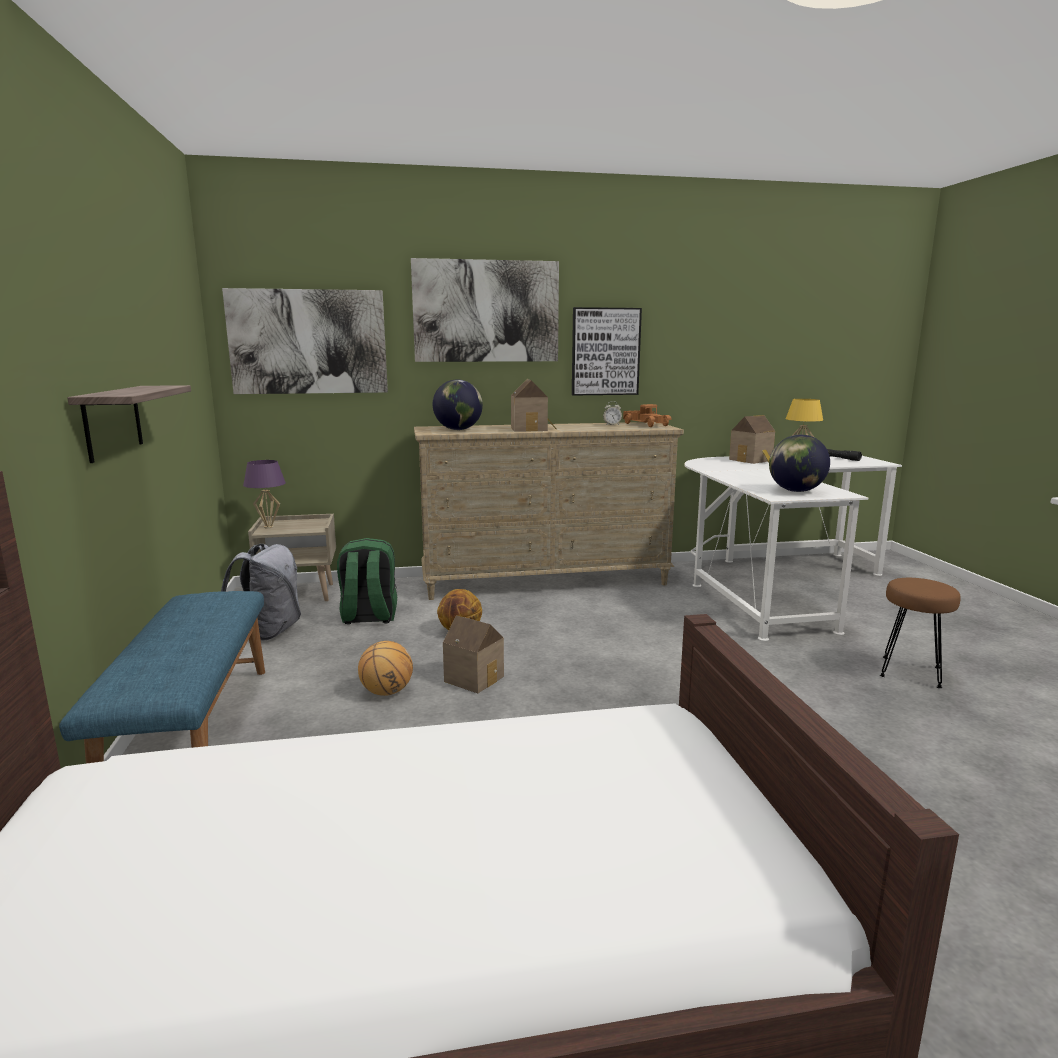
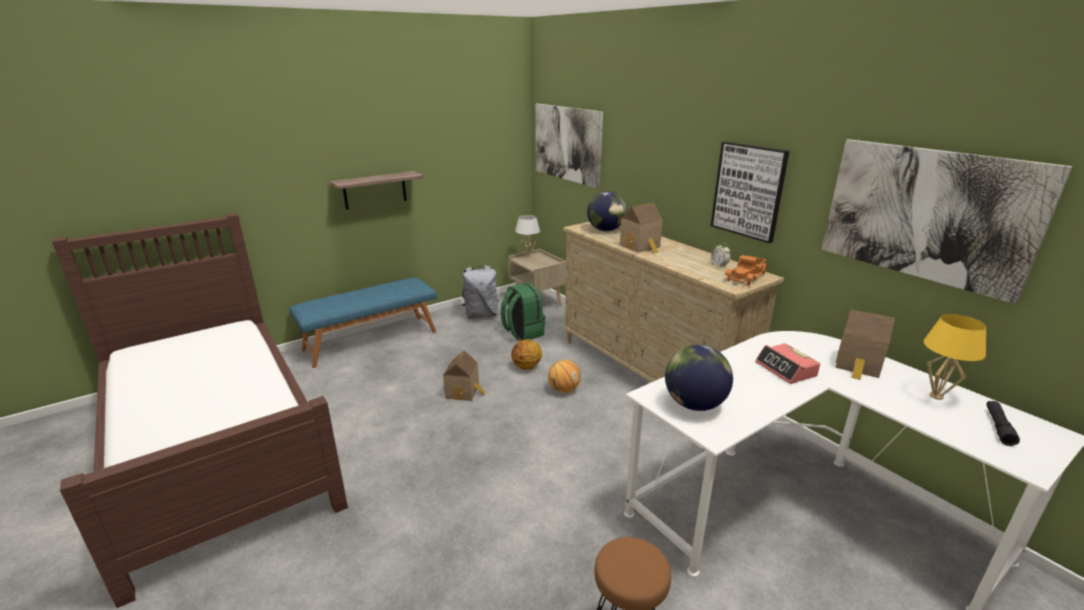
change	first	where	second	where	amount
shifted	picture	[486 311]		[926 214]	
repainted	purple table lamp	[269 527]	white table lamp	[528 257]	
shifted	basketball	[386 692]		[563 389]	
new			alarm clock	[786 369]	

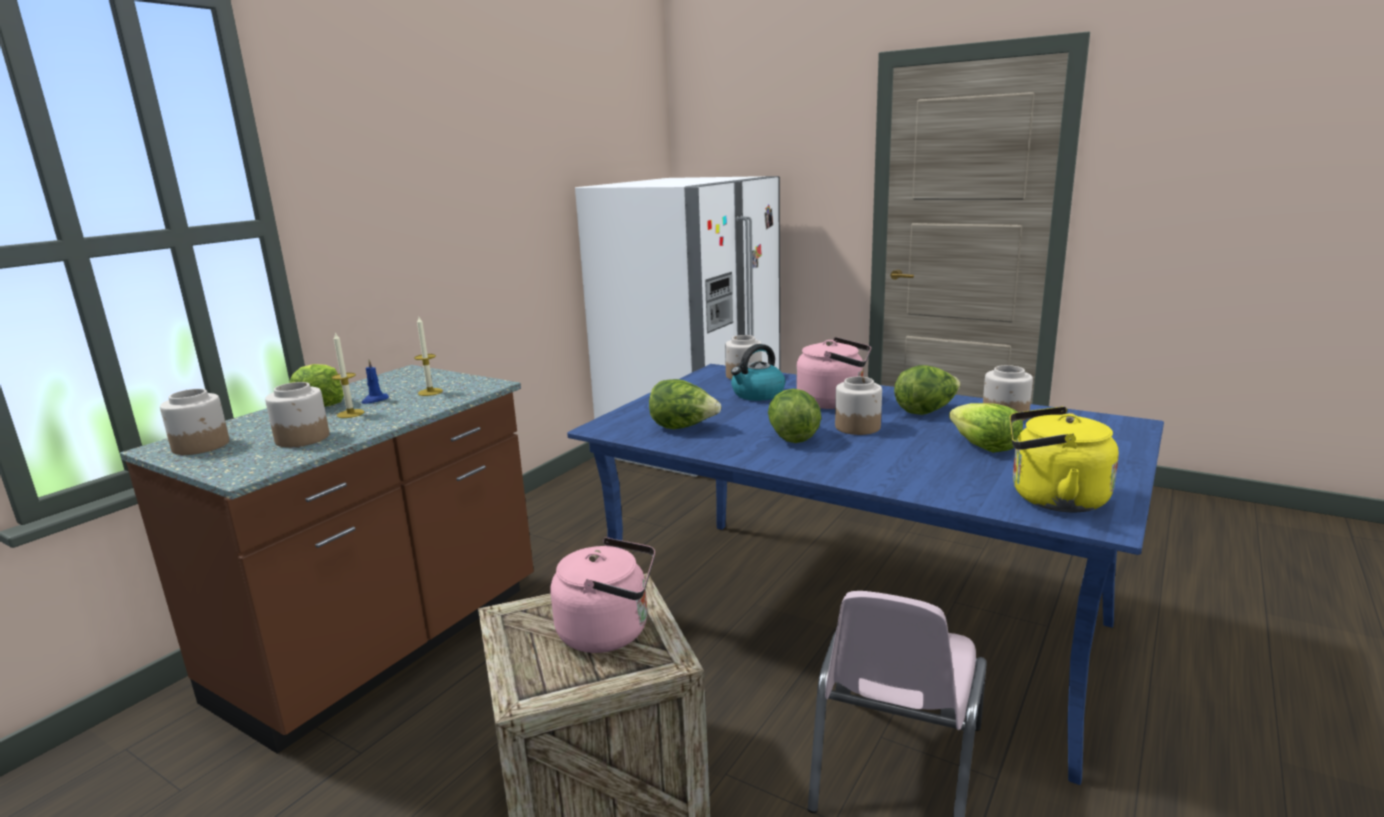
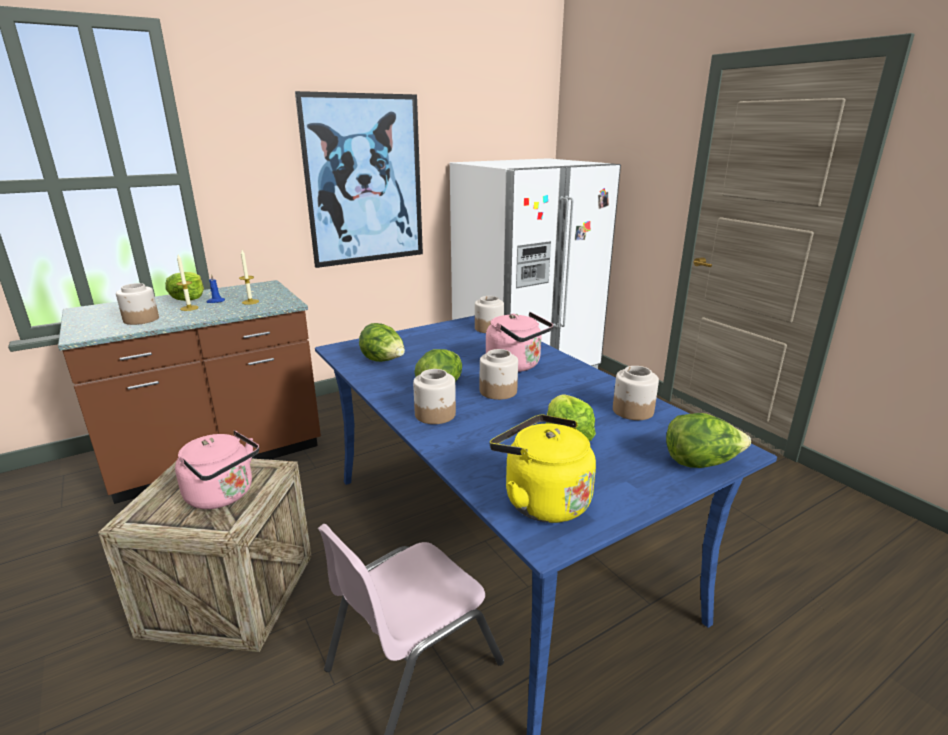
change	first	where	second	where	amount
gone	kettle	[757 394]			
shifted	lettuce	[926 411]		[701 463]	
shifted	jar	[201 446]		[435 414]	
new			picture	[364 181]	

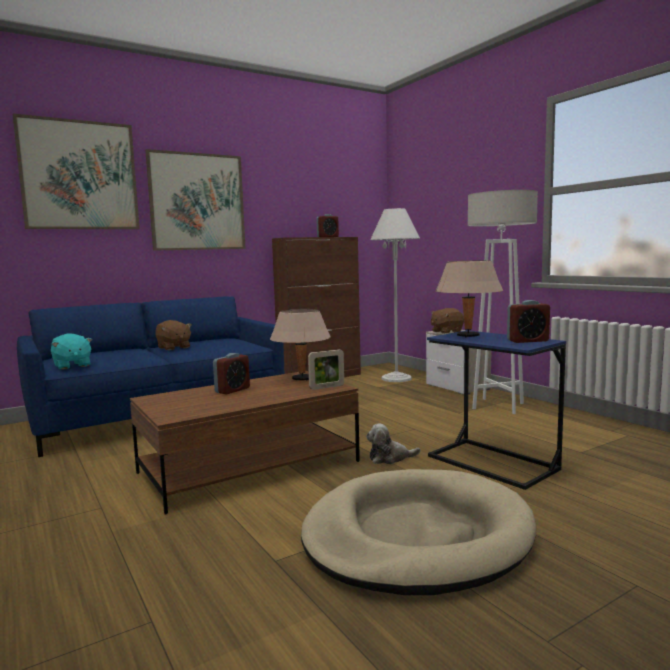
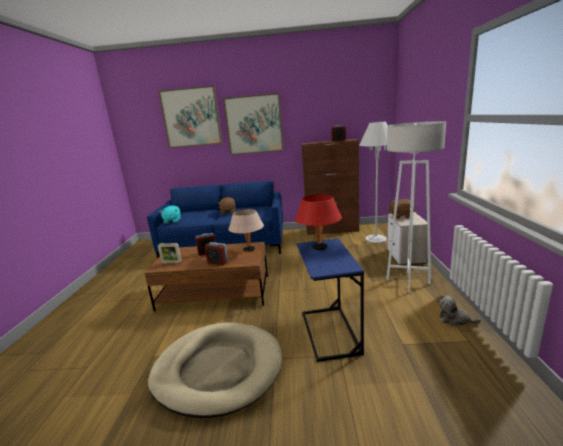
change	first	where	second	where	amount
repainted	beige table lamp	[468 336]	red table lamp	[320 247]	
shifted	alarm clock	[527 341]		[217 262]	
shifted	picture frame	[327 387]		[171 262]	
shifted	plush toy	[390 458]		[455 320]	

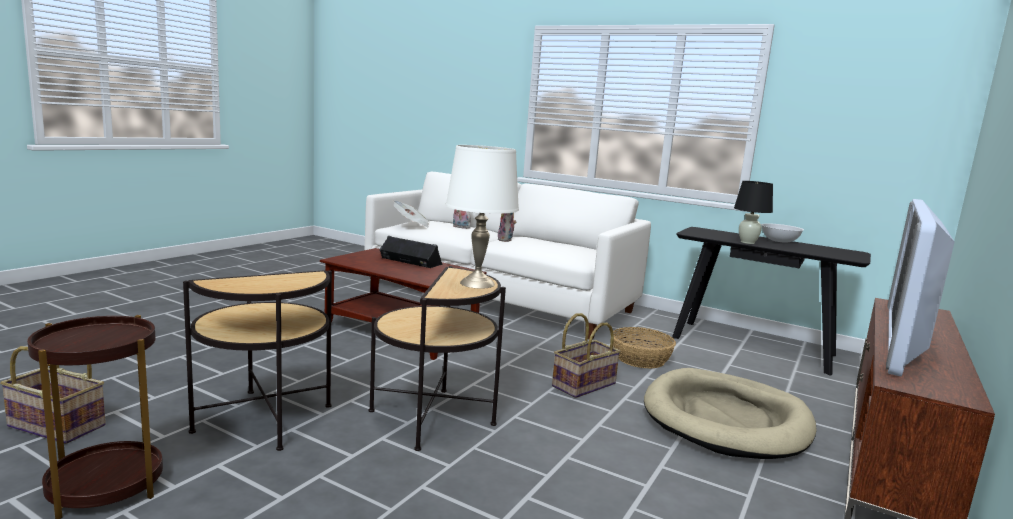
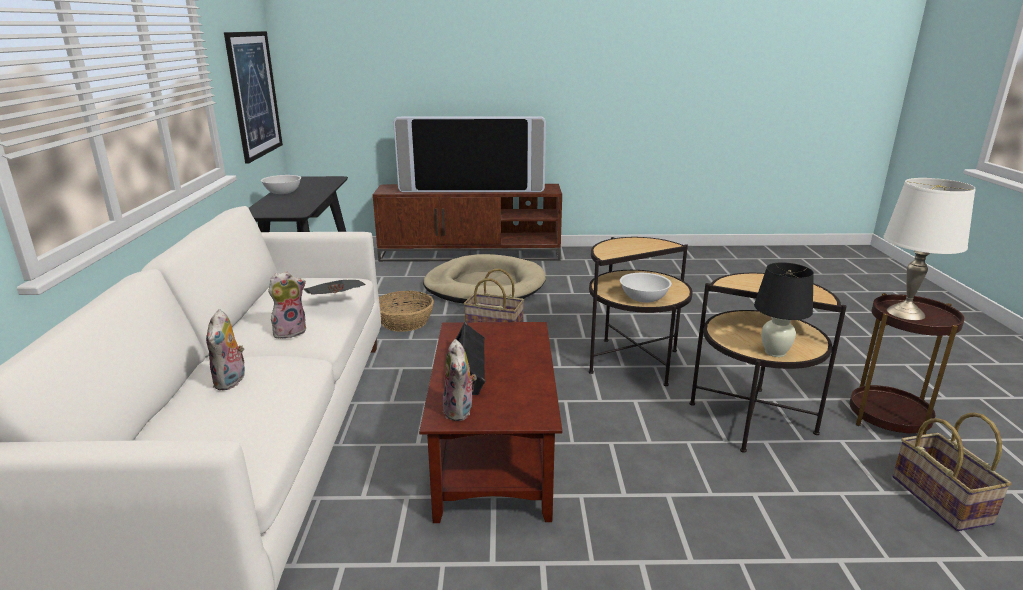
change	first	where	second	where	amount
shifted	white table lamp	[477 283]		[905 312]	
shifted	black table lamp	[747 242]		[774 352]	
shifted	newspaper	[411 224]		[336 303]	
new			picture	[254 94]	
new			white bowl	[643 298]	
new			plush toy	[460 411]	

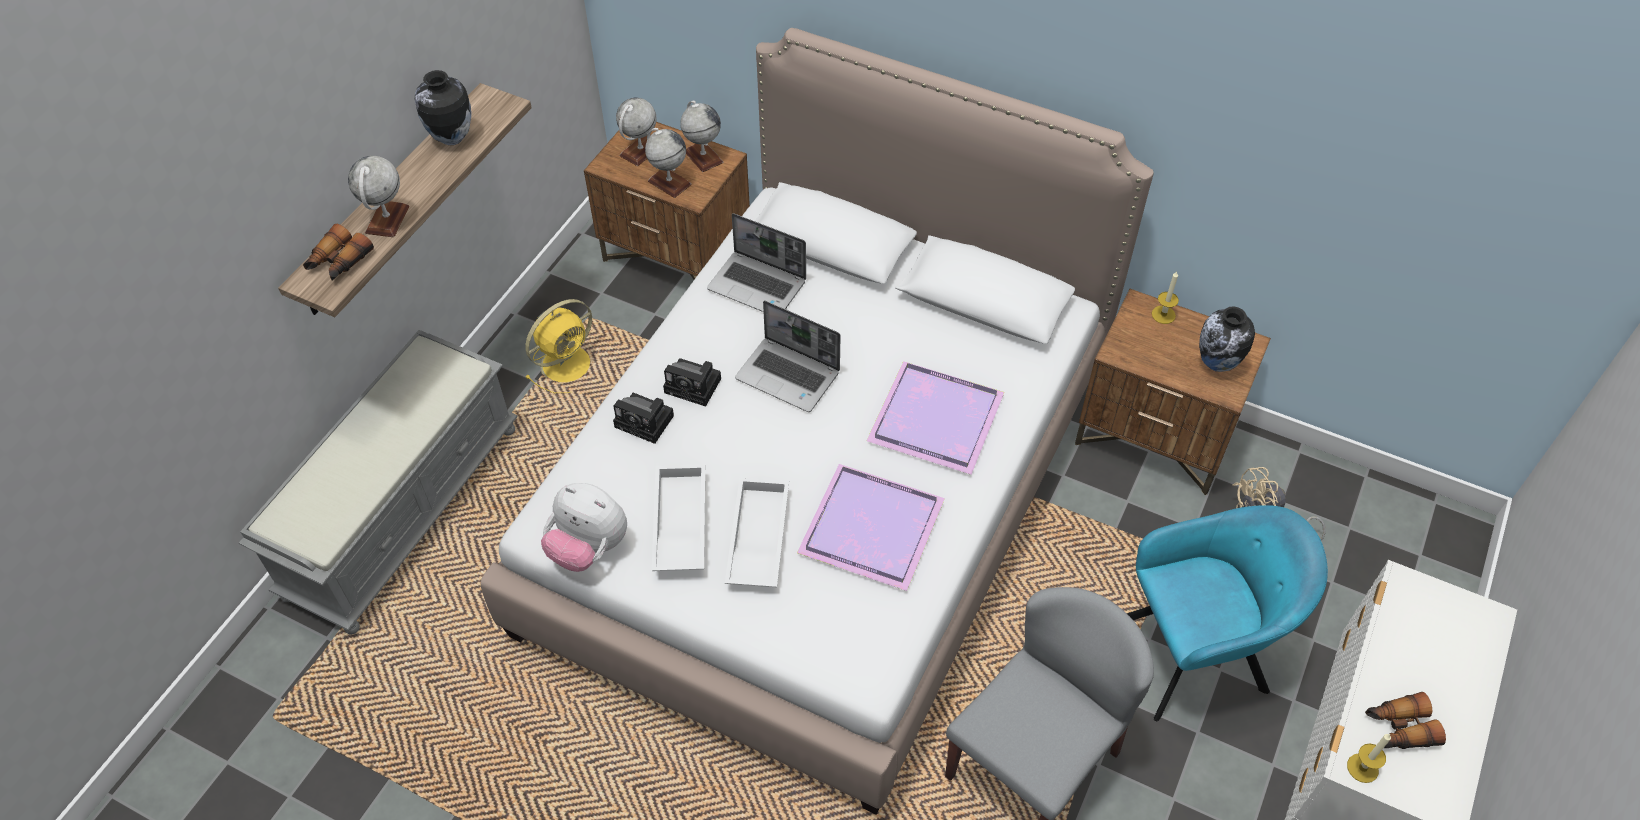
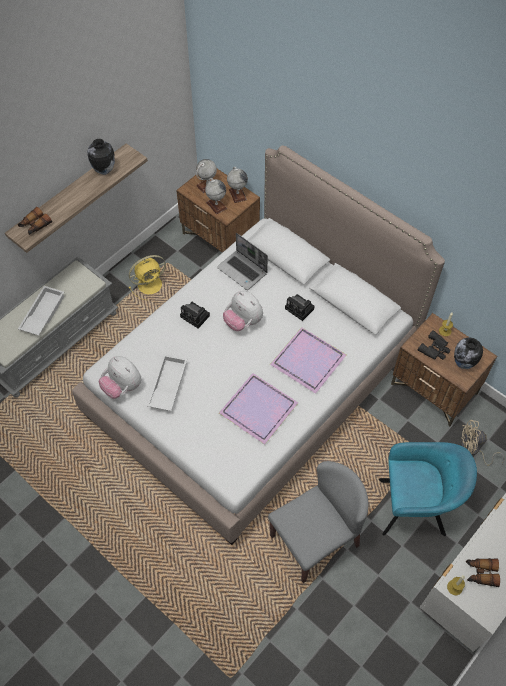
change	first	where	second	where	amount
gone	globe	[387 220]			
swapped	laptop	[789 376]	plush toy	[243 322]	
shifted	photo camera	[646 422]		[300 309]	
shifted	white tray	[756 538]		[42 313]	
new			black binoculars	[435 349]	

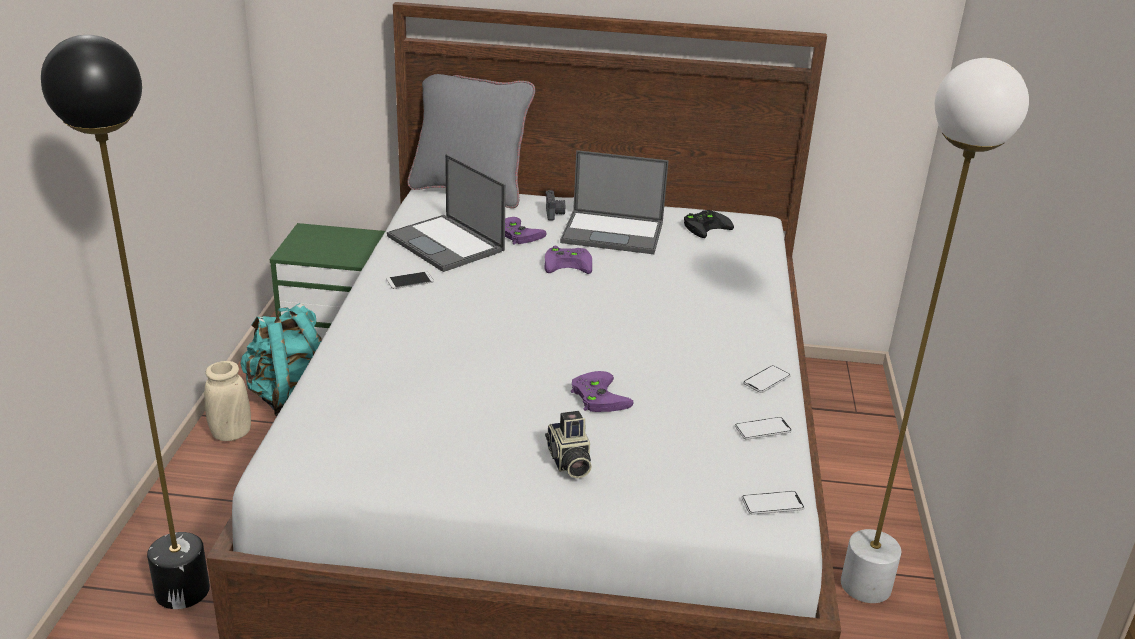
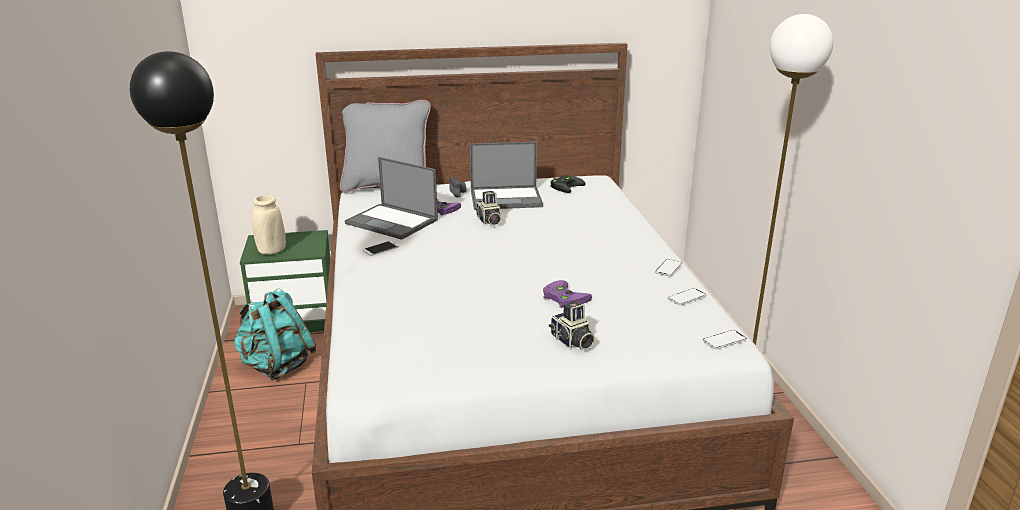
change	first	where	second	where	amount
swapped	purple game controller	[569 263]	photo camera	[488 221]	
shifted	beige vase	[231 434]		[272 251]	

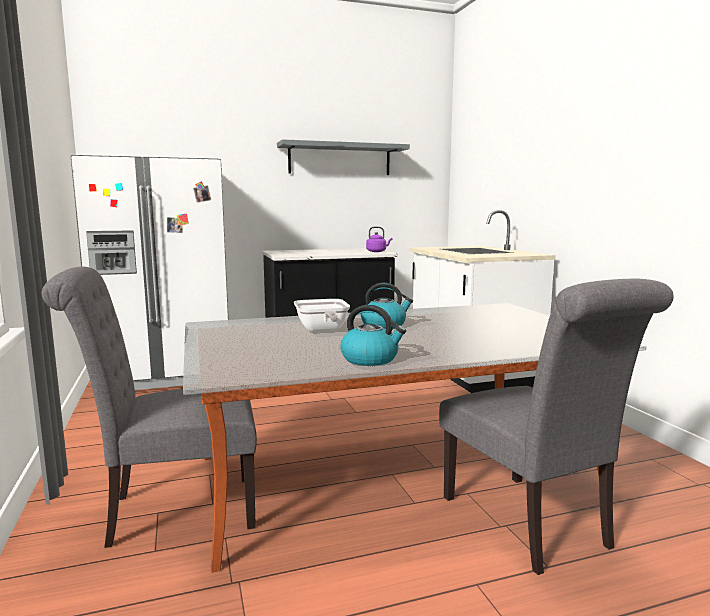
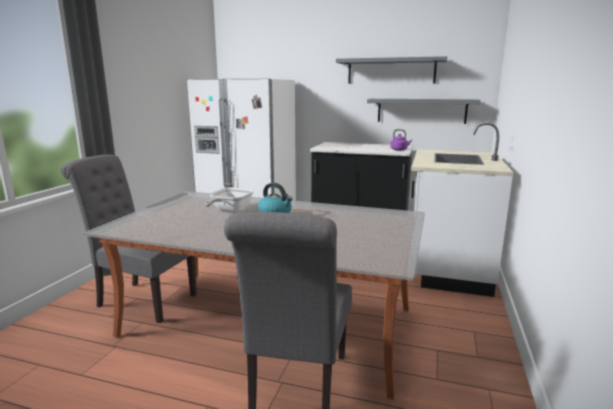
change	first	where	second	where	amount
gone	kettle	[370 359]			
new			grey shelf	[421 110]	

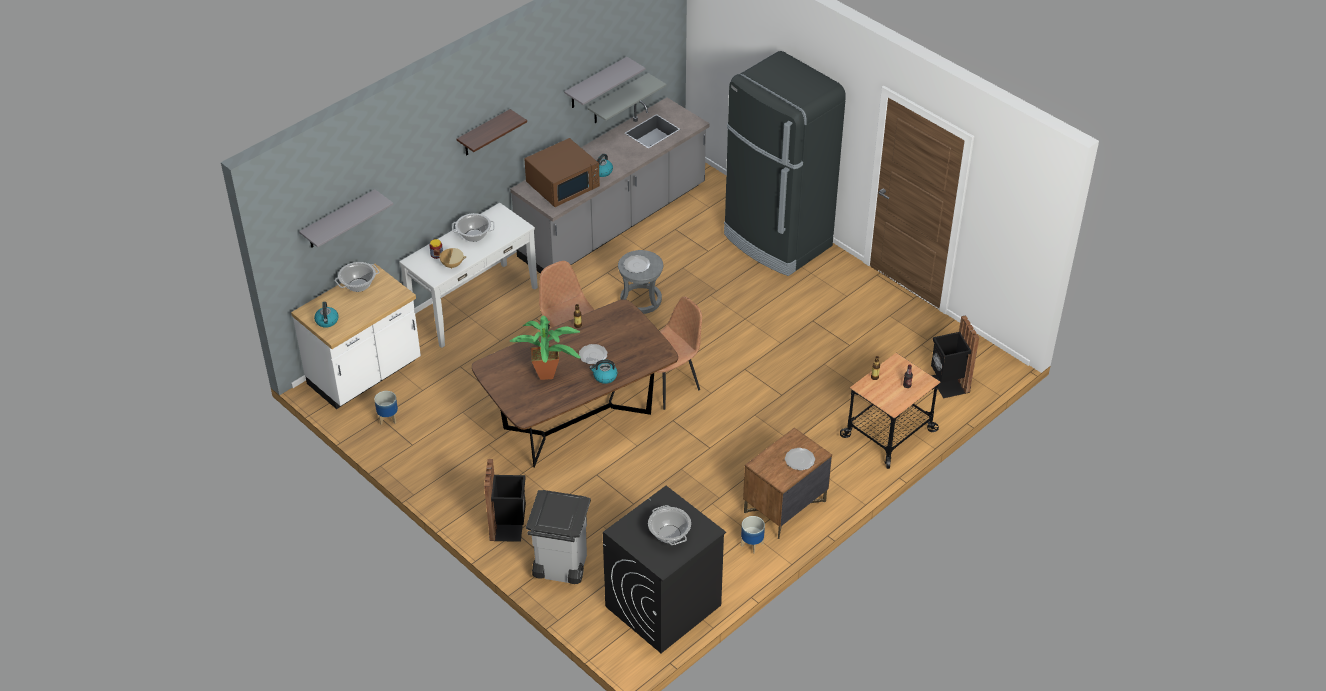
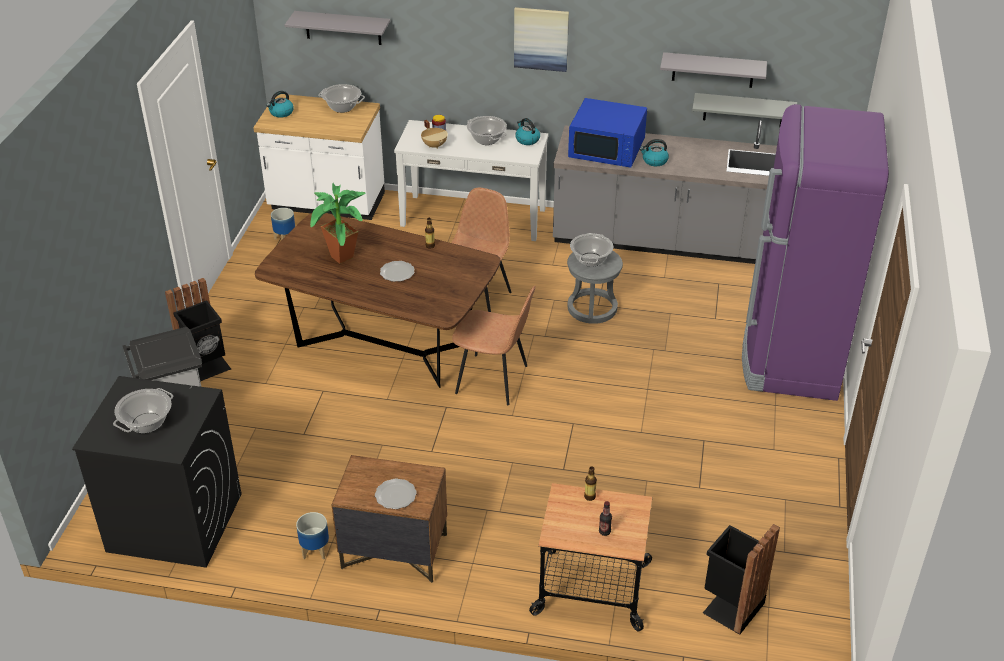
change	first	where	second	where	amount
repainted	black fridge	[777 241]	purple fridge	[790 358]	
swapped	shelf	[484 133]	picture	[541 39]	
repainted	brown microwave	[563 184]	blue microwave	[607 149]	
swapped	plate	[636 265]	cooking pot	[590 259]	
shifted	kettle	[604 377]		[527 140]	

